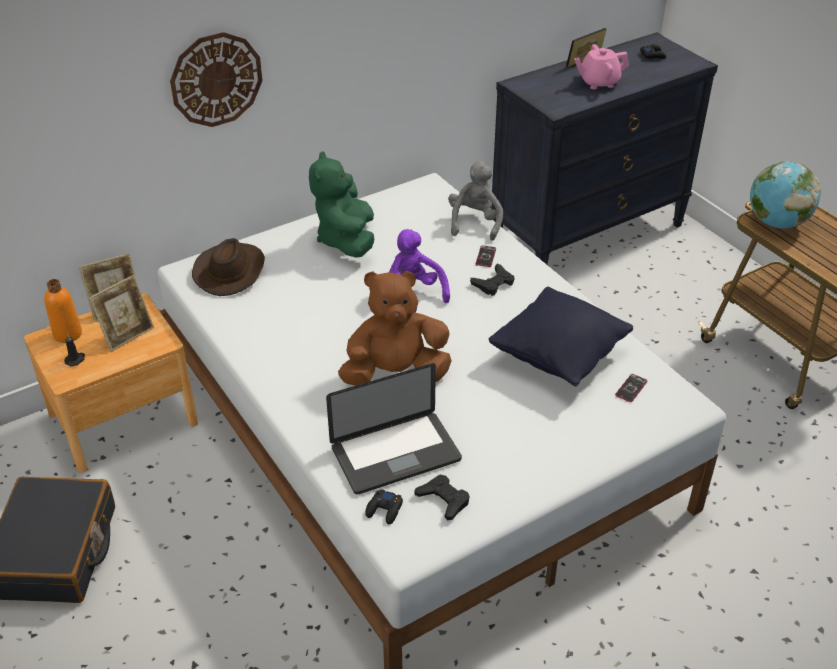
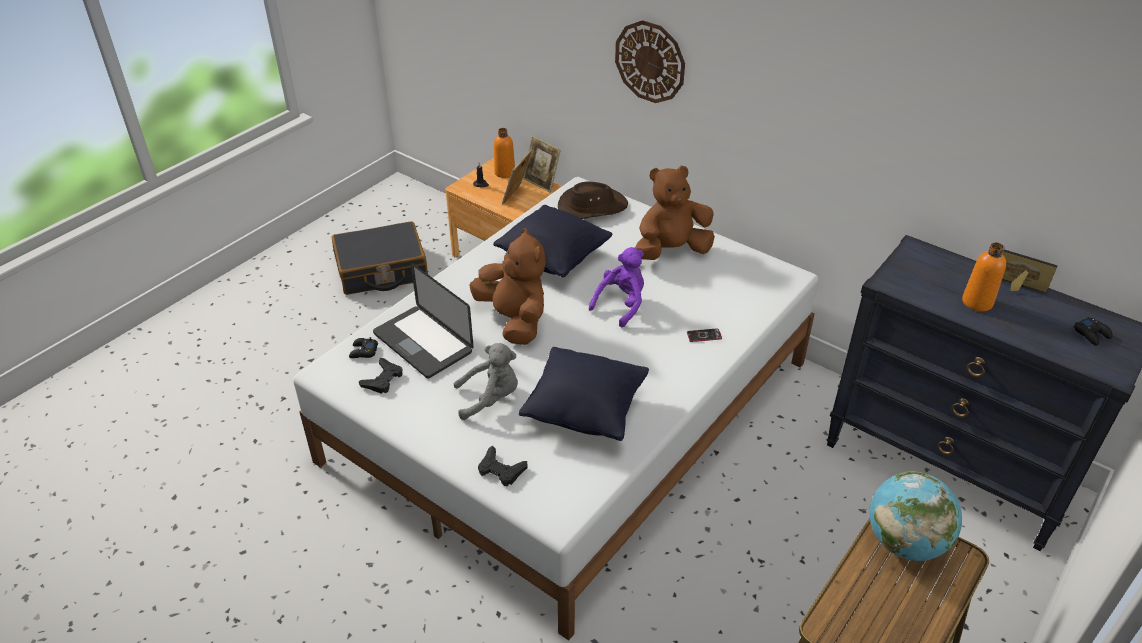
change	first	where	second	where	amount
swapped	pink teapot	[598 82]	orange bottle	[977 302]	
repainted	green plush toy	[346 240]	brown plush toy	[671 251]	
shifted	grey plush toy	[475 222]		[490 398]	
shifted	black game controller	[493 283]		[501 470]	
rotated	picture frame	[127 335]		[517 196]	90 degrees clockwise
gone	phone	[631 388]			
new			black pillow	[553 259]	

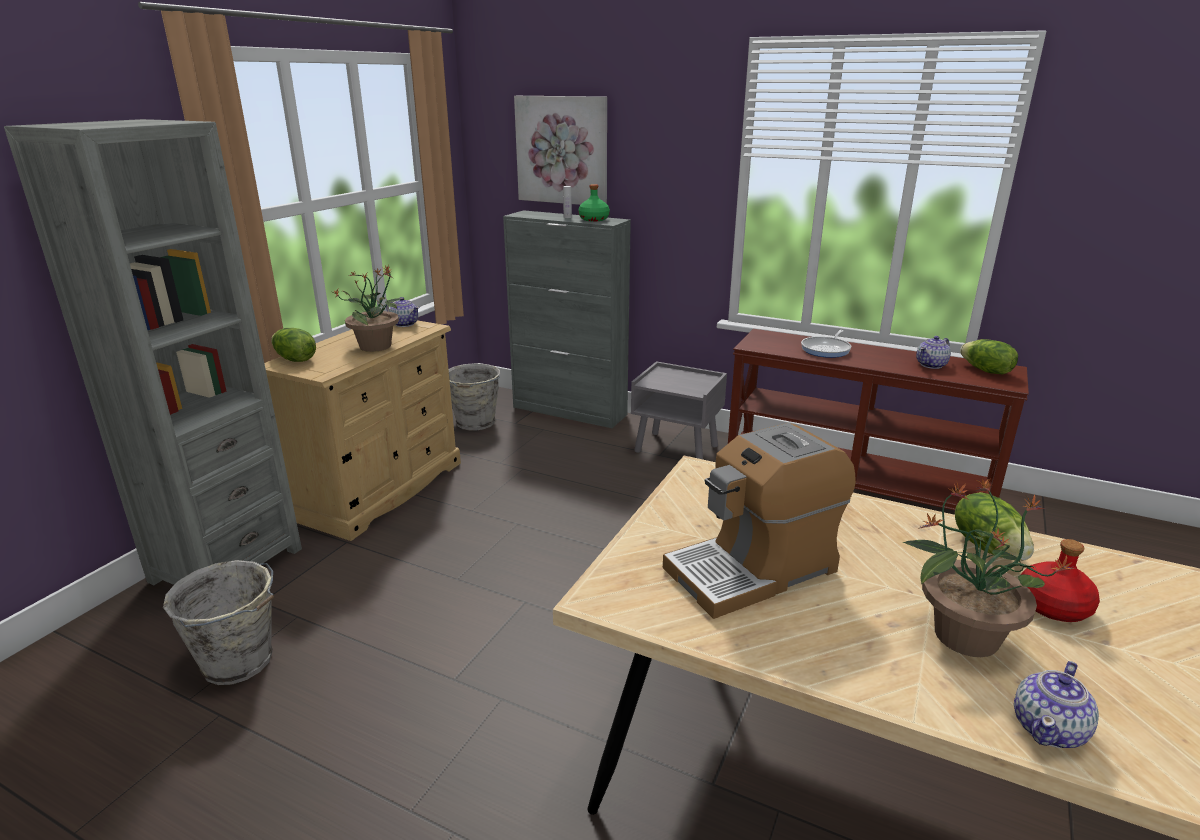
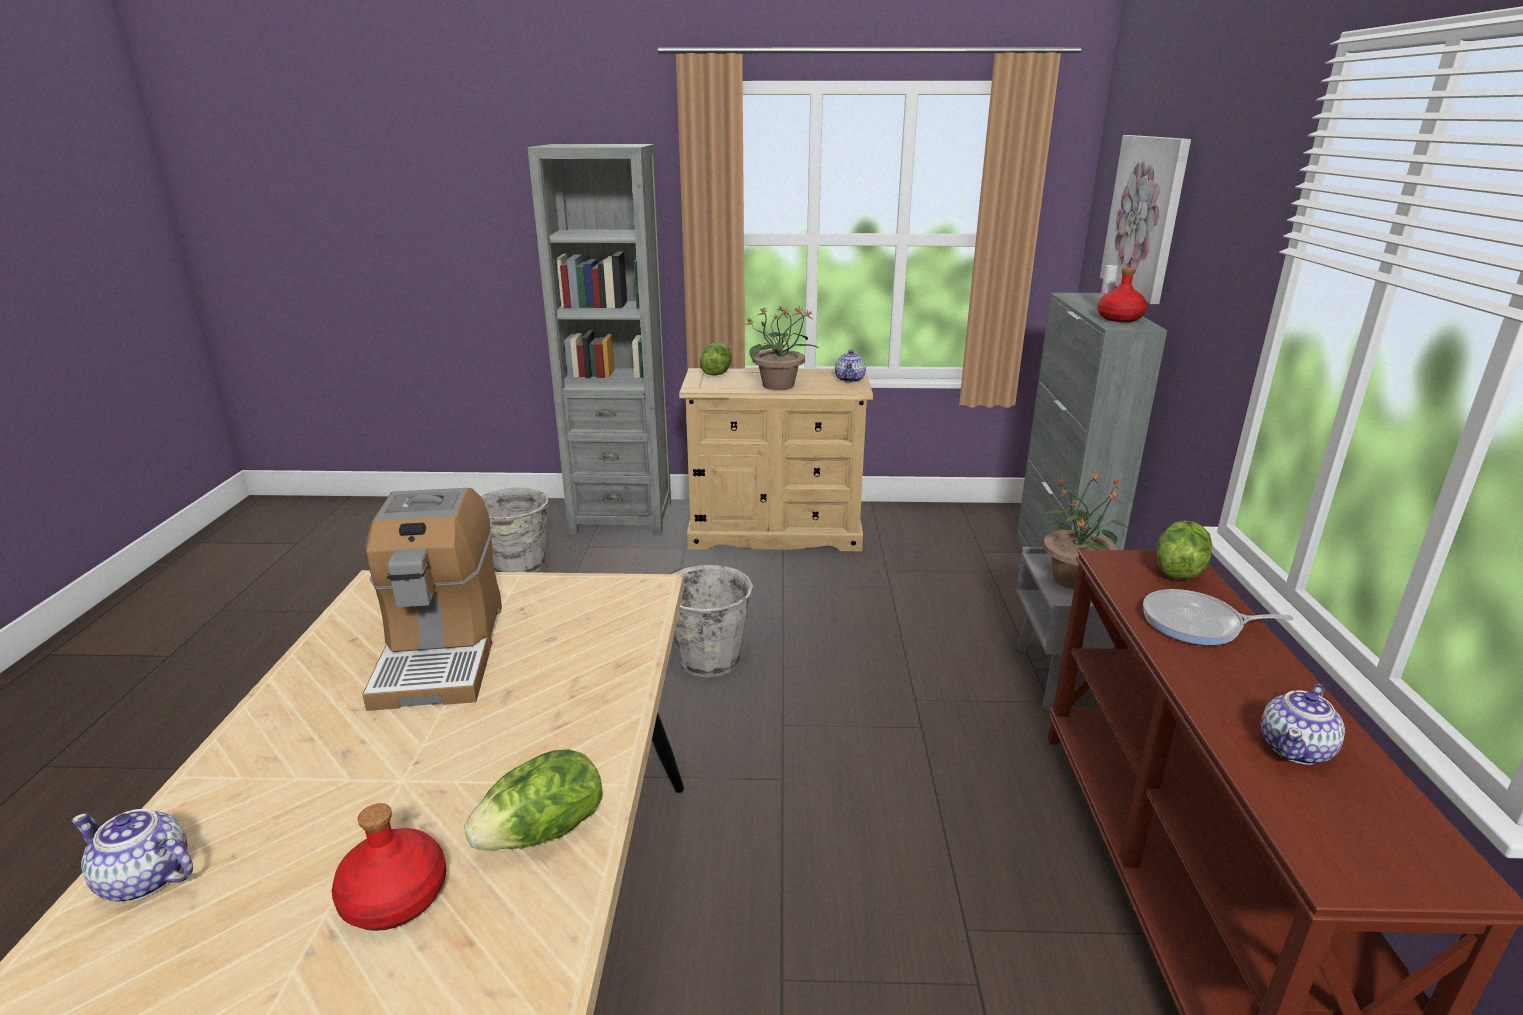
change	first	where	second	where	amount
repainted	green bottle	[593 219]	red bottle	[1119 318]	
rotated	teapot	[931 365]		[1296 749]	75 degrees counterclockwise
shifted	lettuce	[986 371]		[1177 570]	
shifted	grey bucket	[475 423]		[706 660]	
rotated	coffee machine	[753 569]		[441 651]	135 degrees counterclockwise
shifted	potted plant	[963 635]		[1073 578]	

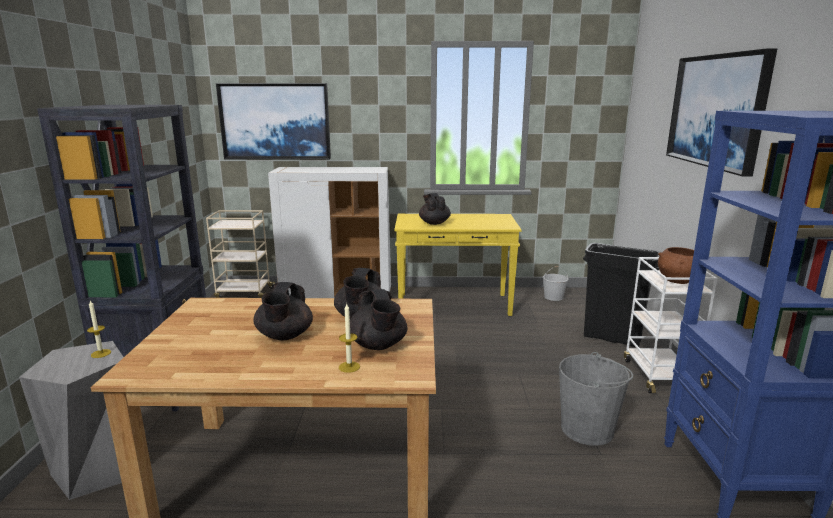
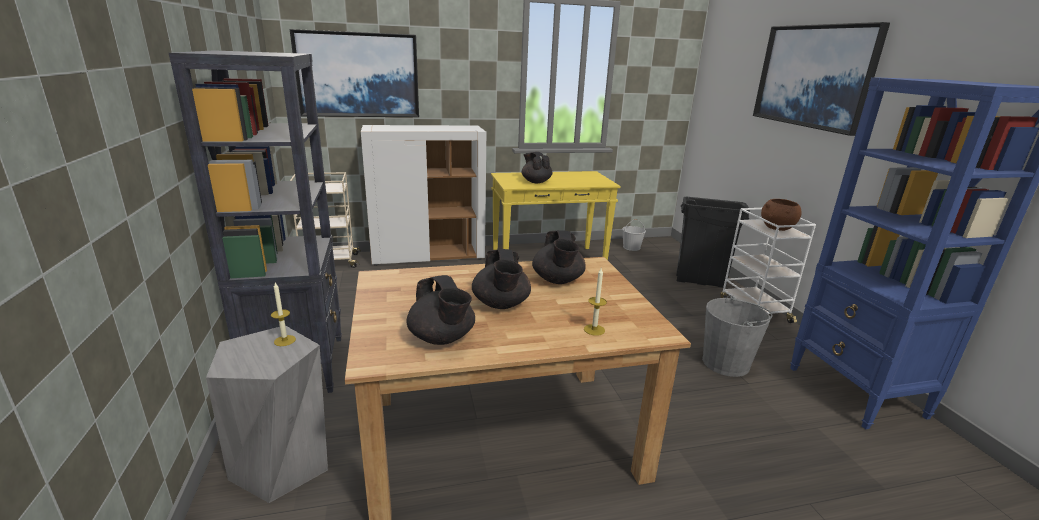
change	first	where	second	where	amount
shifted	black teapot	[378 345]		[442 338]	

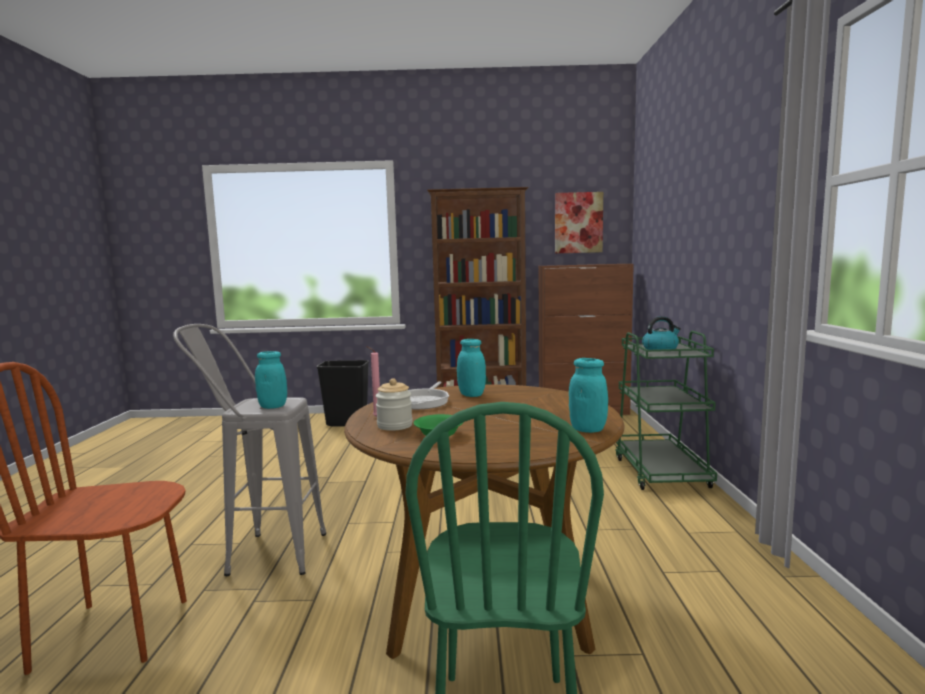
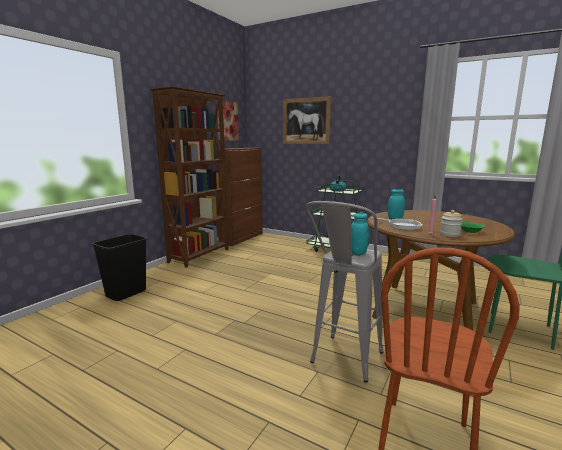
change	first	where	second	where	amount
gone	turquoise jar	[587 429]			
new			picture	[306 121]	

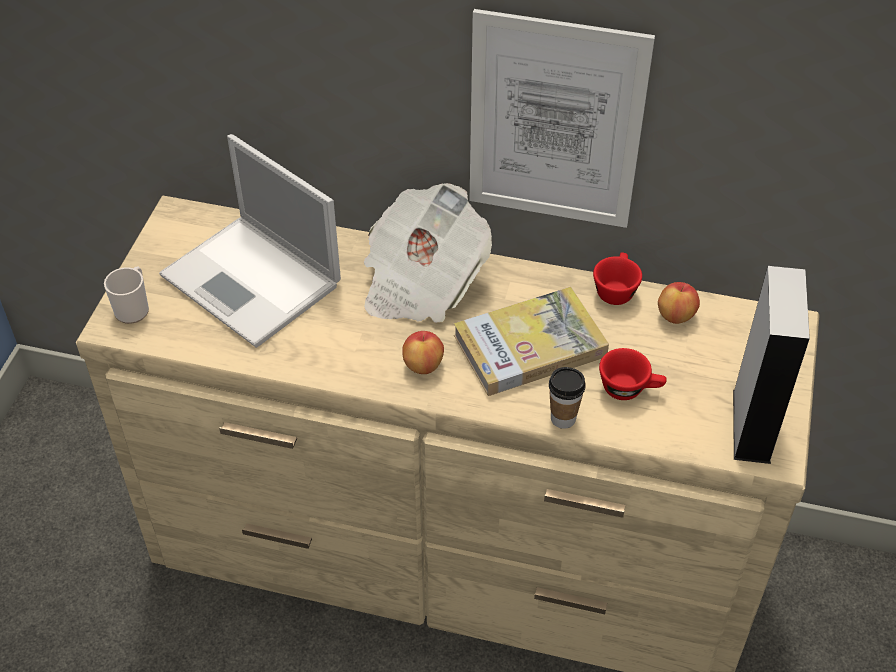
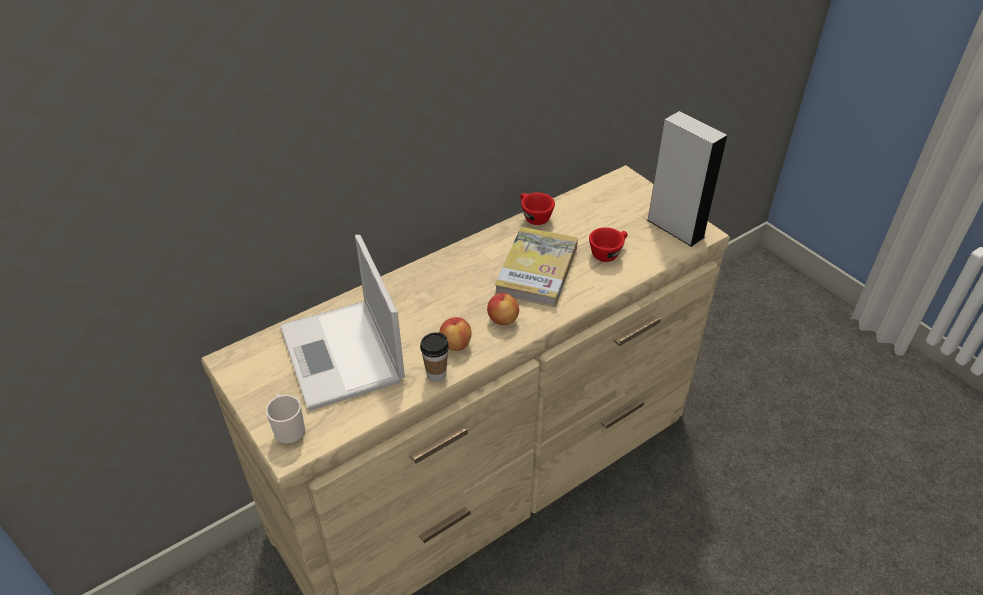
change	first	where	second	where	amount
gone	picture	[555 122]			
rotated	laptop	[253 281]		[343 355]	75 degrees clockwise
gone	newspaper	[421 281]			
shifted	apple	[675 315]		[456 344]	
shifted	cup	[563 418]		[436 374]	

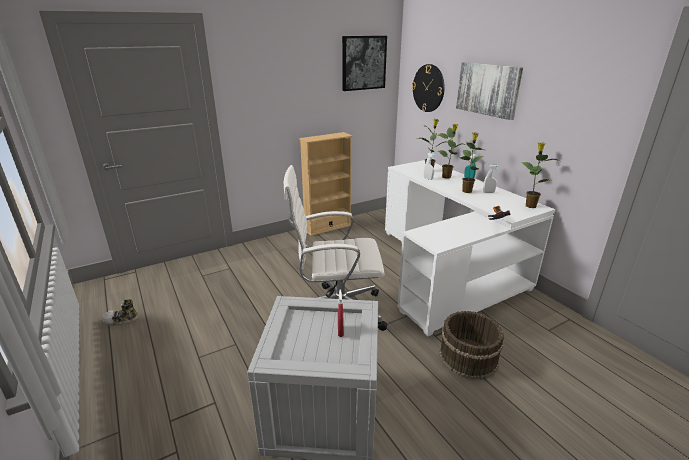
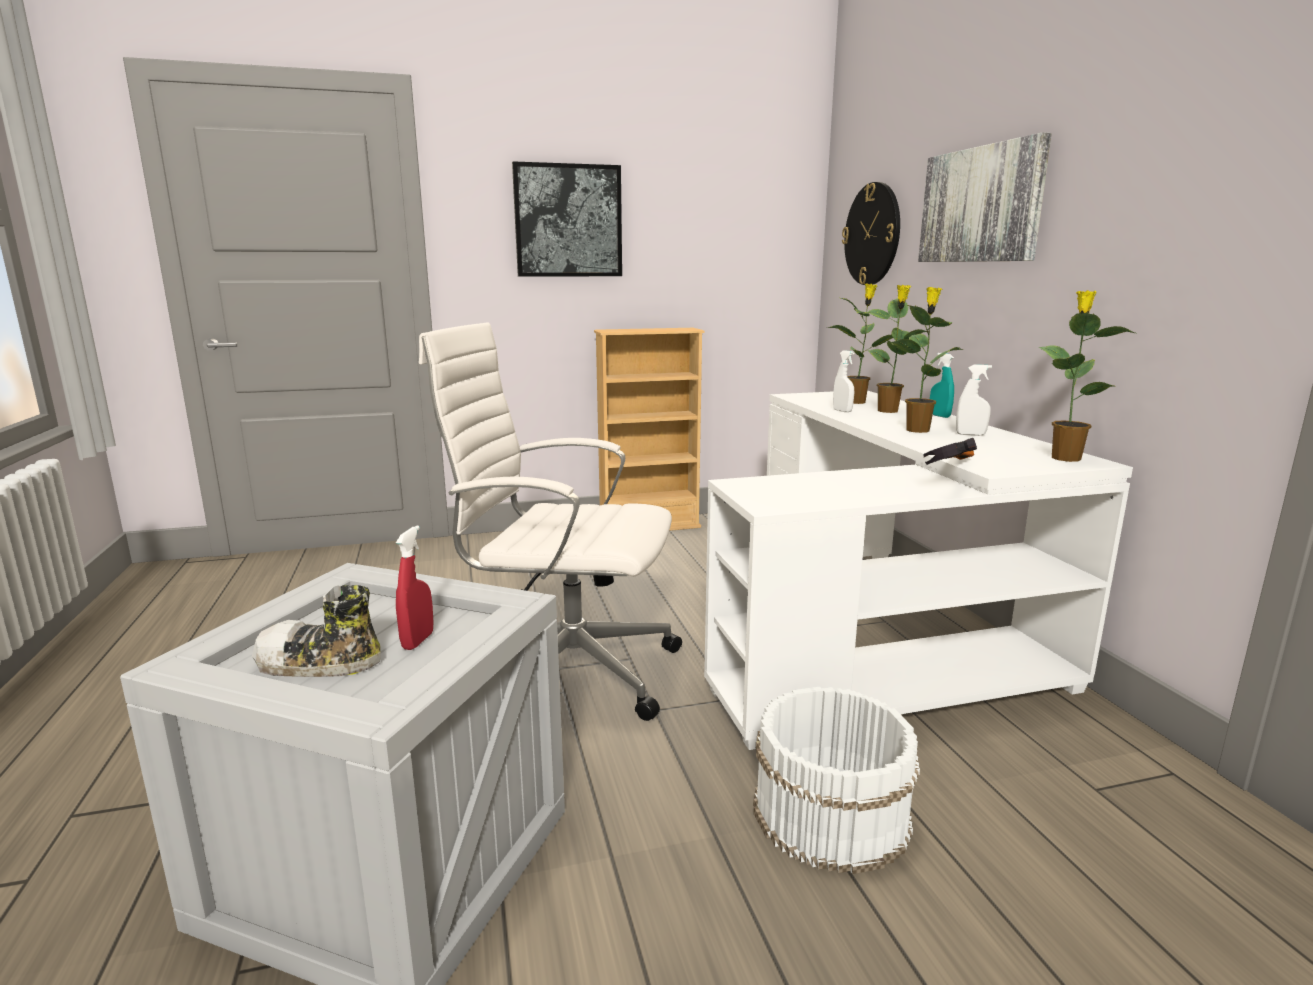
change	first	where	second	where	amount
shifted	picture	[363 63]		[568 221]	
shifted	shoe	[121 320]		[319 663]	
repainted	brown bucket	[467 357]	white bucket	[828 813]	

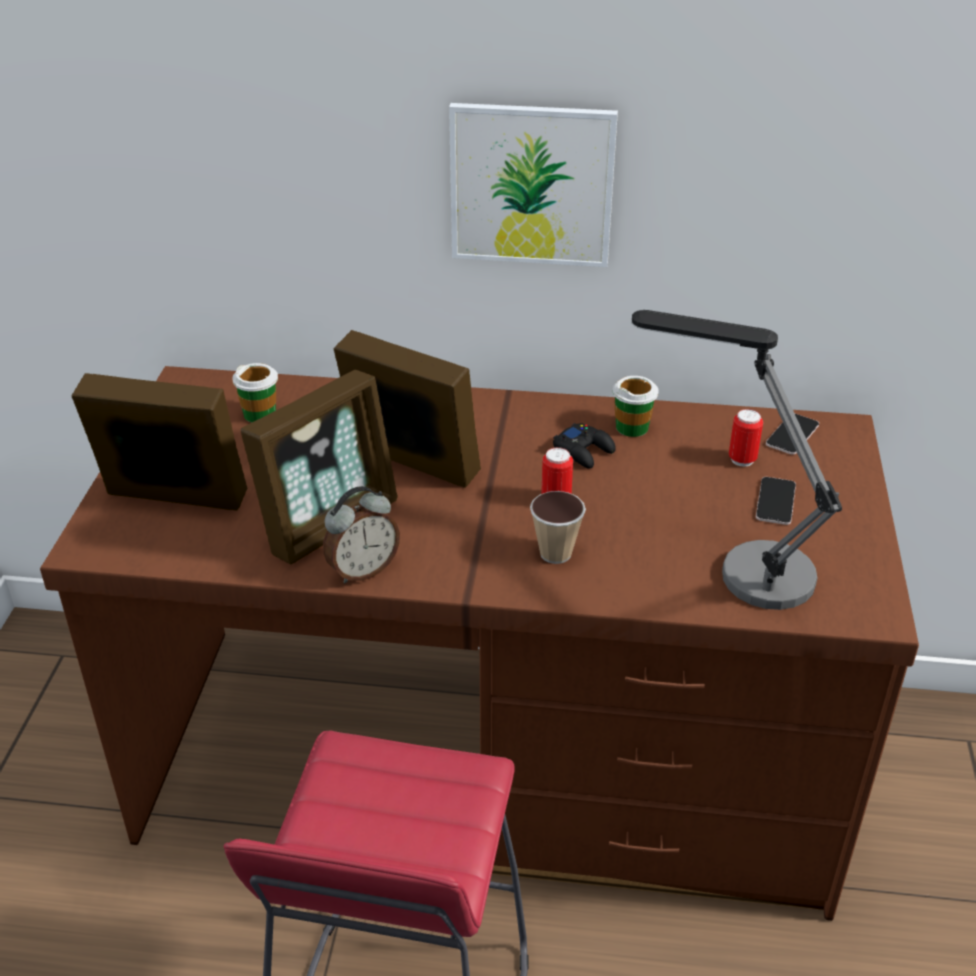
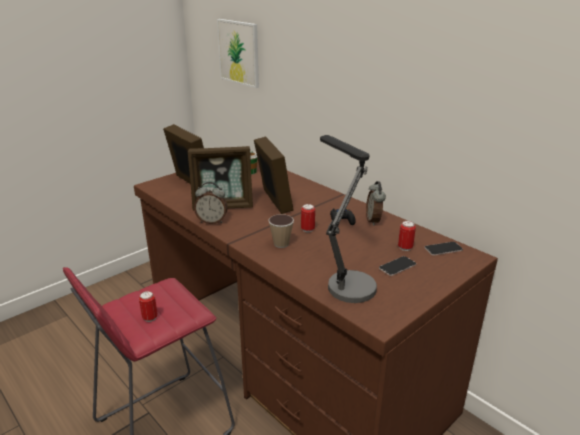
change	first	where	second	where	amount
shifted	picture	[531 185]		[239 52]	
swapped	cup	[632 427]	alarm clock	[374 220]	
new			can	[150 318]	

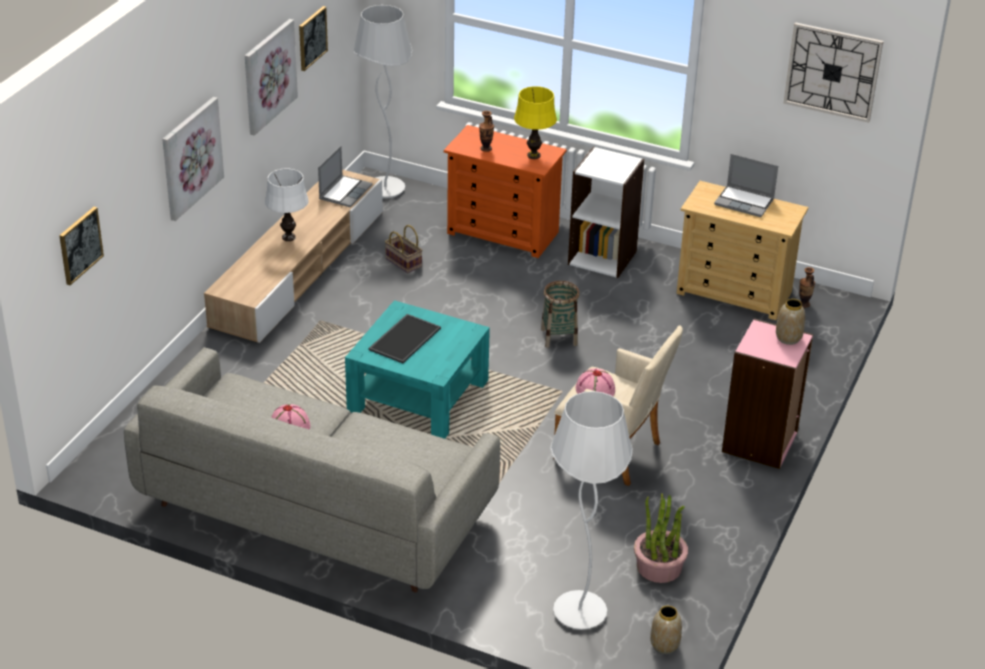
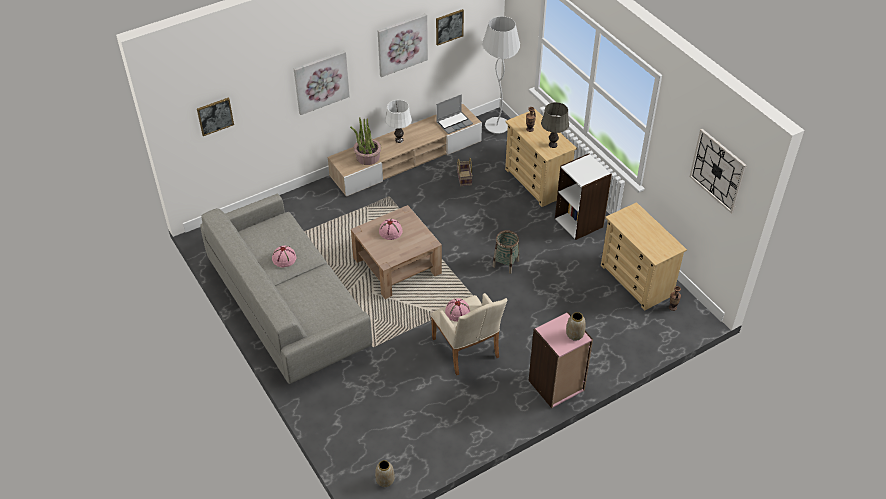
change	first	where	second	where	amount
repainted	yellow table lamp	[534 155]	grey table lamp	[553 145]	
repainted	orange dresser	[503 233]	beige dresser	[537 182]	
gone	laptop	[745 202]			
repainted	turquoise coffee table	[418 396]	brown coffee table	[397 266]	
swapped	tray	[404 338]	pink hat	[390 231]	
gone	white floor lamp	[579 612]			
shifted	potted plant	[659 567]		[367 157]	

